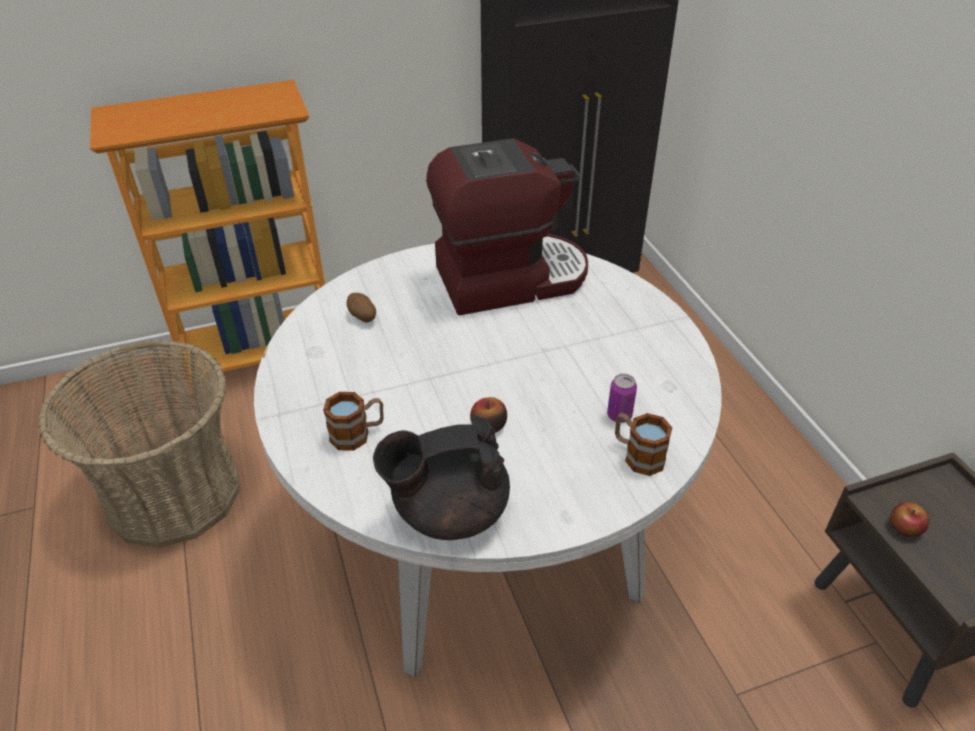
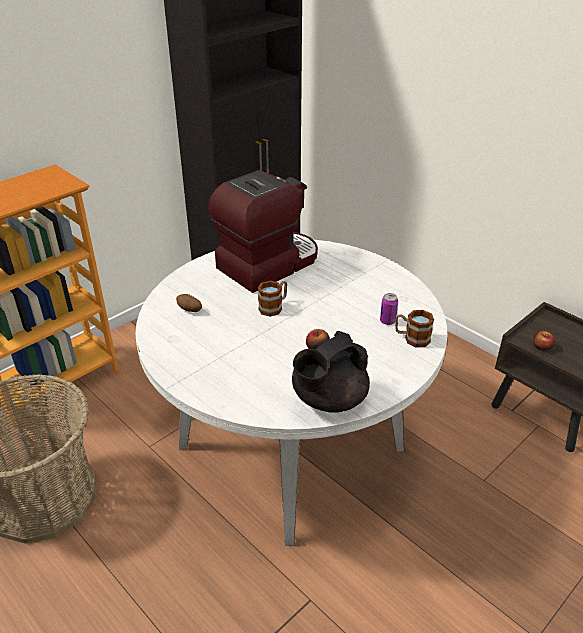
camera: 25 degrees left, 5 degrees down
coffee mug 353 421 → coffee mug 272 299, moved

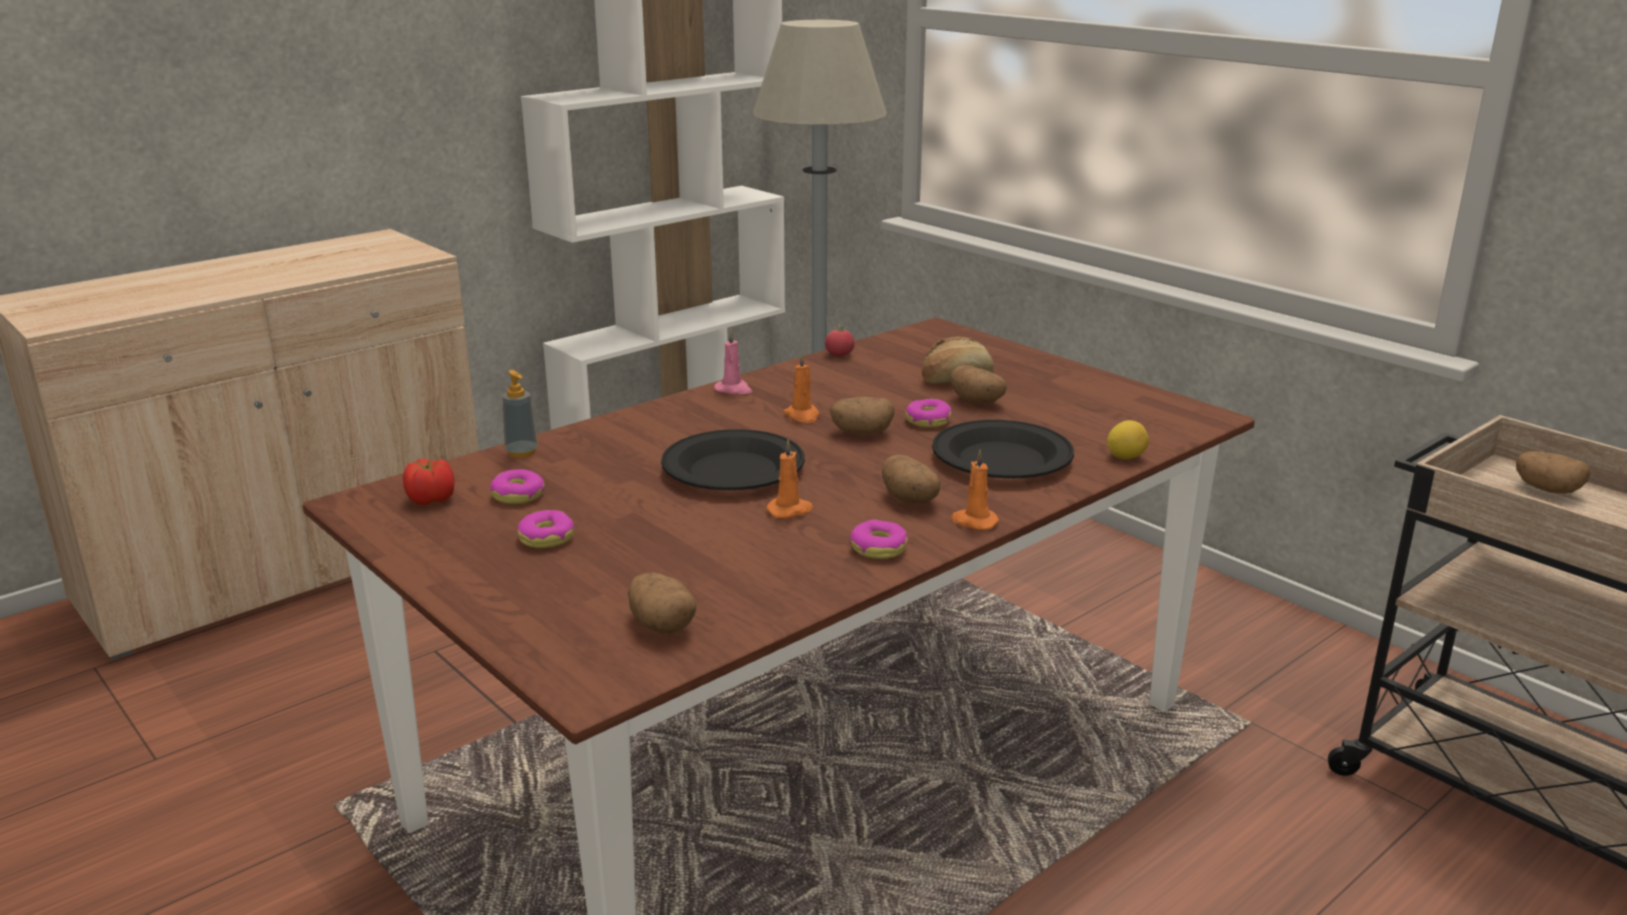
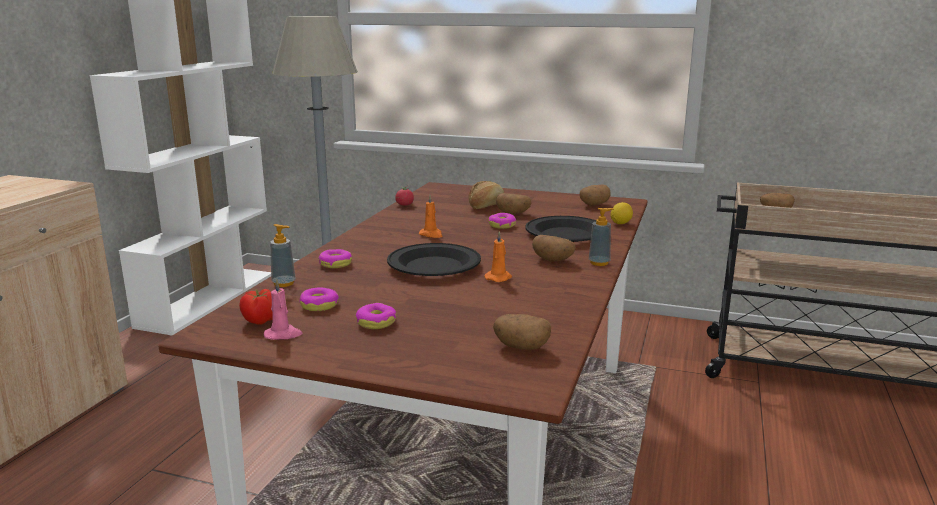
camera: 30 degrees left, 5 degrees down
wax candle in pink 733 362 → wax candle in pink 283 309, moved
whole potato 862 416 → whole potato 594 195, moved
wax candle in orangey 975 489 → soap dispenser 601 237
doughnut 879 539 → doughnut 335 258, moved

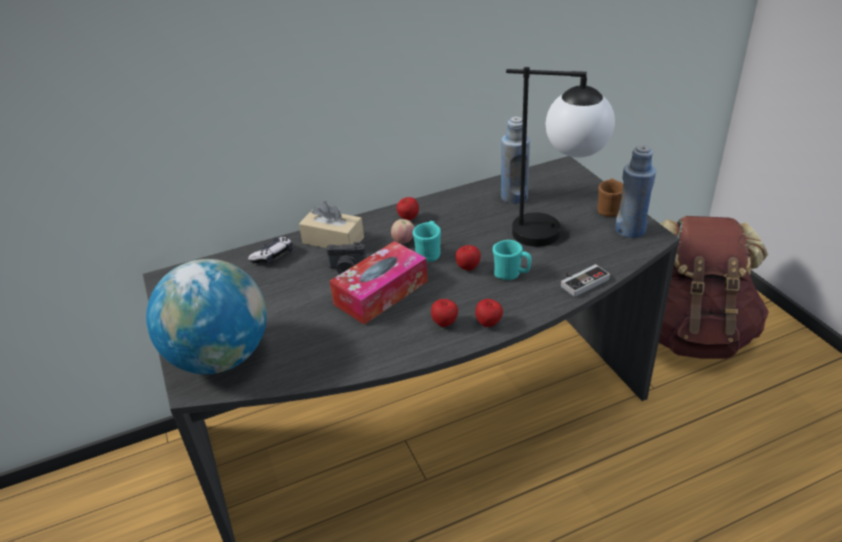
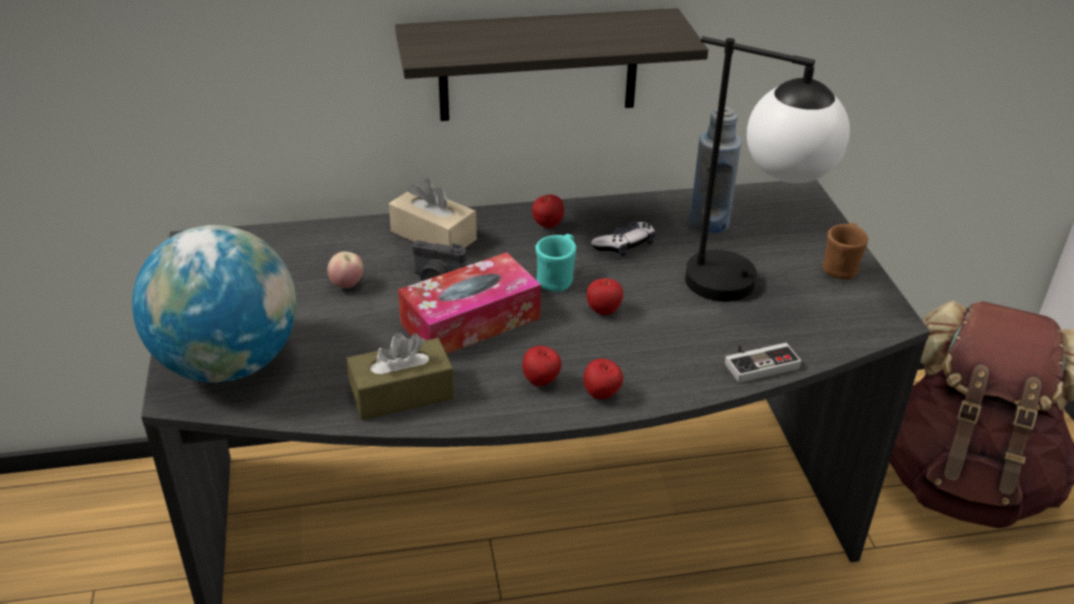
camera: 10 degrees right, 0 degrees up
drink bottle in bluish 635 191 → -
apple fruit 402 231 → apple fruit 345 269, moved
game controller 270 250 → game controller 623 239, moved
coffee mug in turquoise-coloured 512 260 → -
- → wall shelf 551 64
- → tissue holder in brown-coloured 400 376

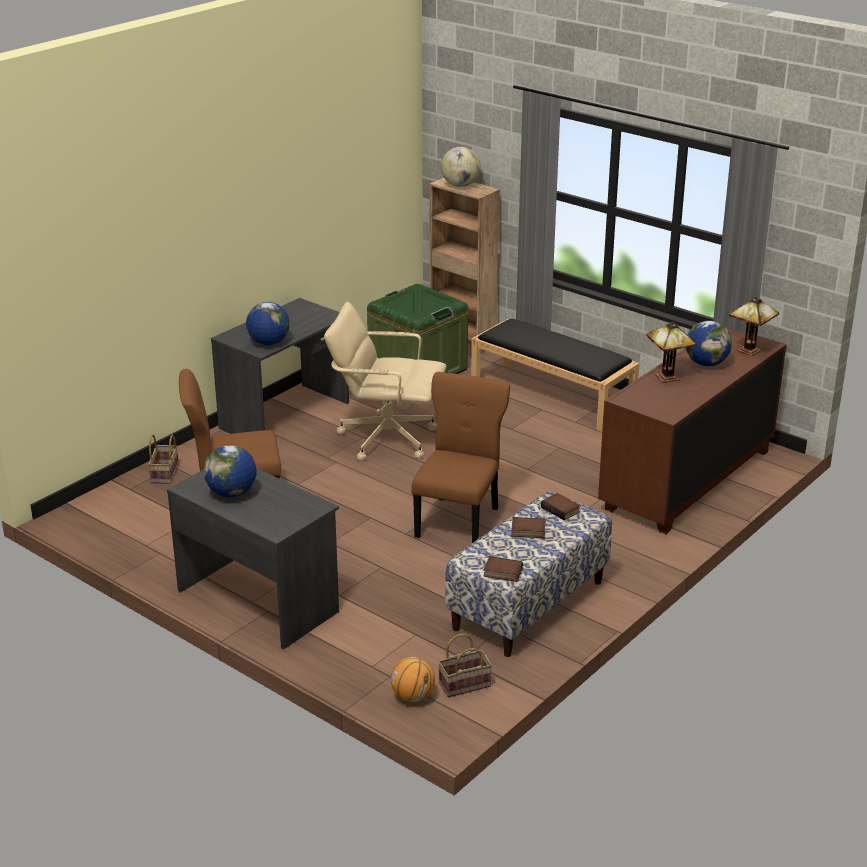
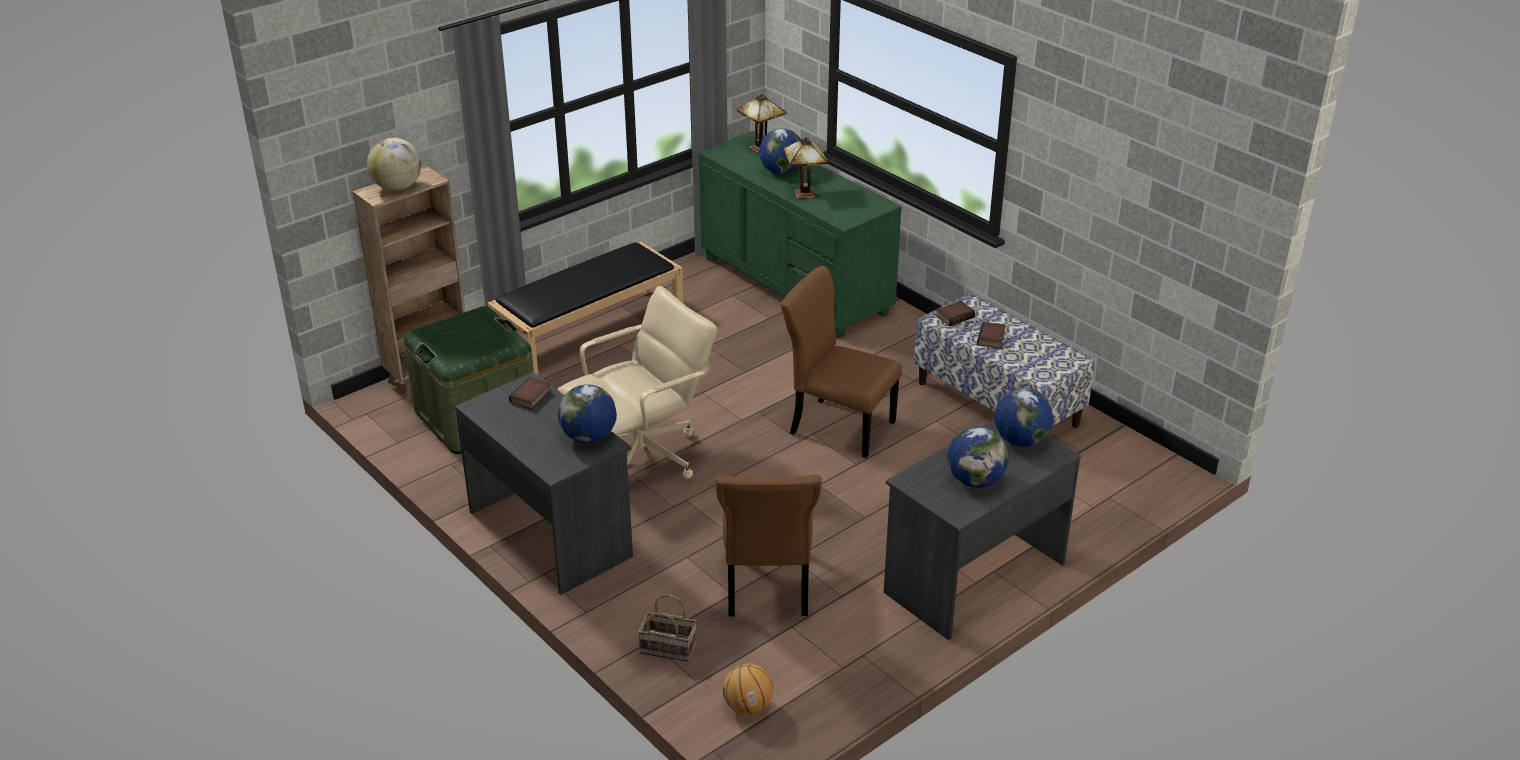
camera: 80 degrees left, 5 degrees up
office chair in beige-coloured 385 381 → office chair in beige-coloured 637 382, 150 degrees counterclockwise
drawer chest in brown-coloured 692 430 → drawer chest in green 800 235
bound book 503 569 → bound book 530 393, moved
storage basket 465 665 → -
basketball 413 679 → basketball 748 689, moved
- → globe 1024 417

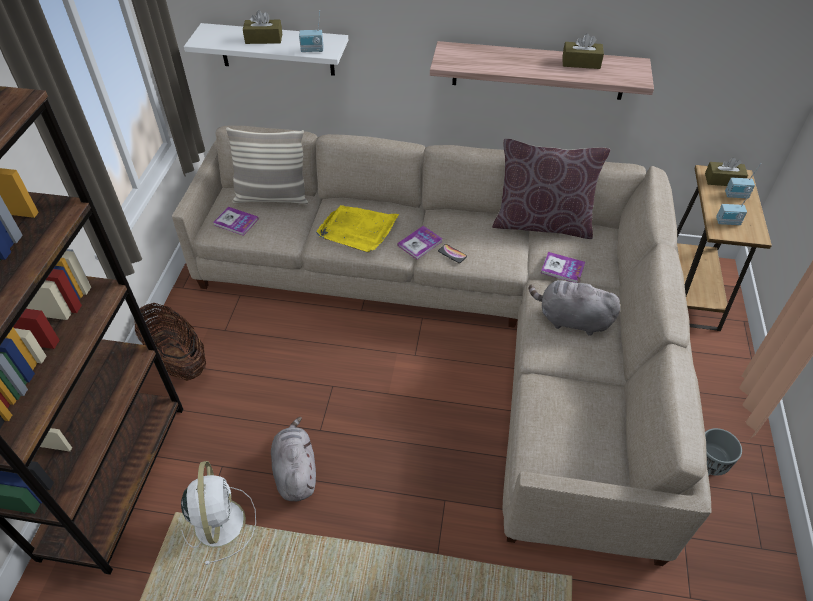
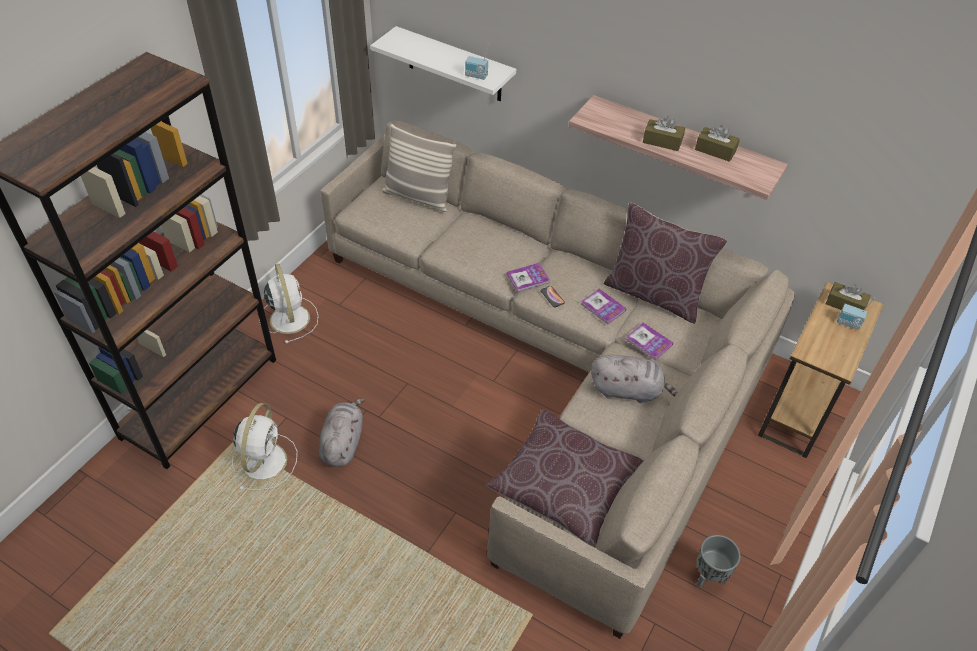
camera: 20 degrees right, 0 degrees up
tissue holder in brown-coloured 262 27 → tissue holder in brown-coloured 664 133, moved
radio set 734 207 → -
tray in yellow-coloured 357 228 → -
bound book 236 221 → bound book 604 307, moved
plush toy in grey 574 306 → plush toy in grey 634 379, 150 degrees clockwise
storage basket 170 342 → fan in whitish 288 303
- → throw pillow in brown-coloured 564 478

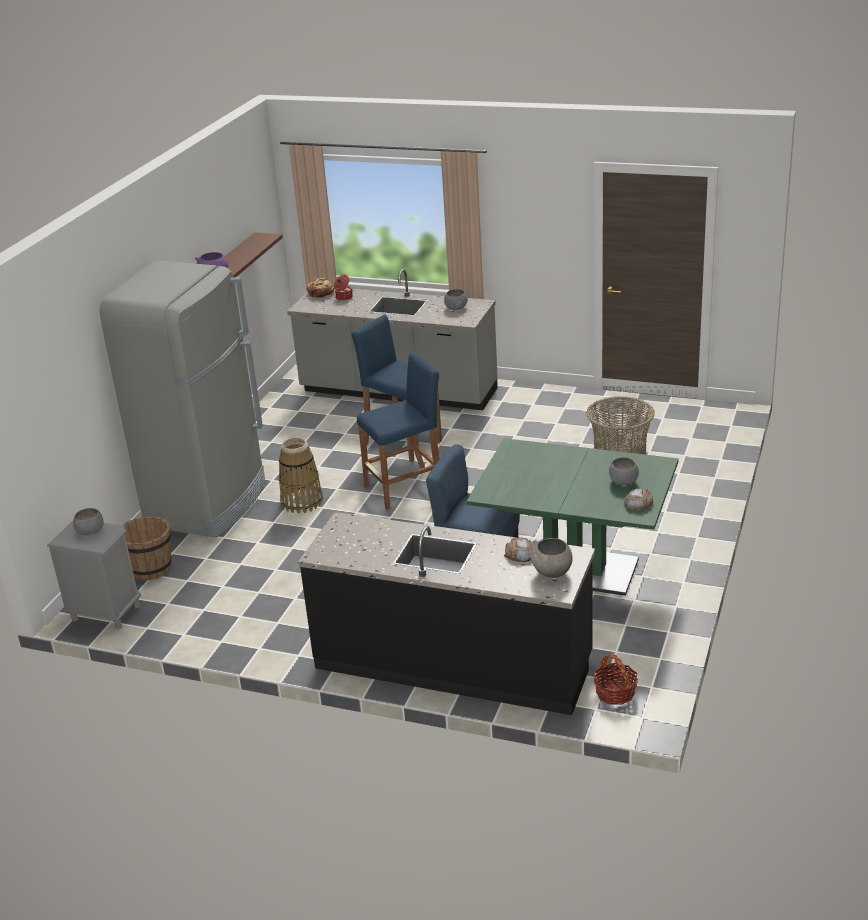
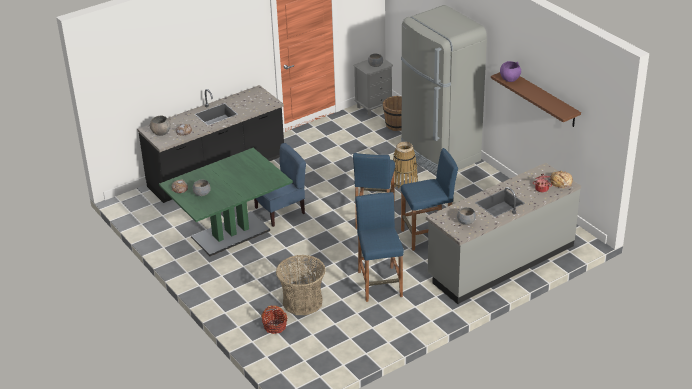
camera: 125 degrees right, 5 degrees up
storage basket 615 679 → storage basket 274 320, moved
- → stool seat in bluish 379 247

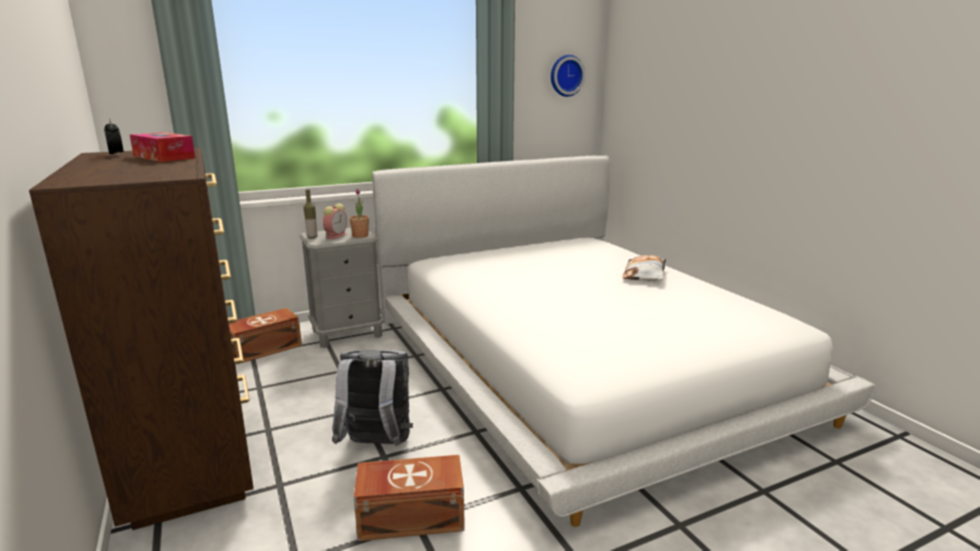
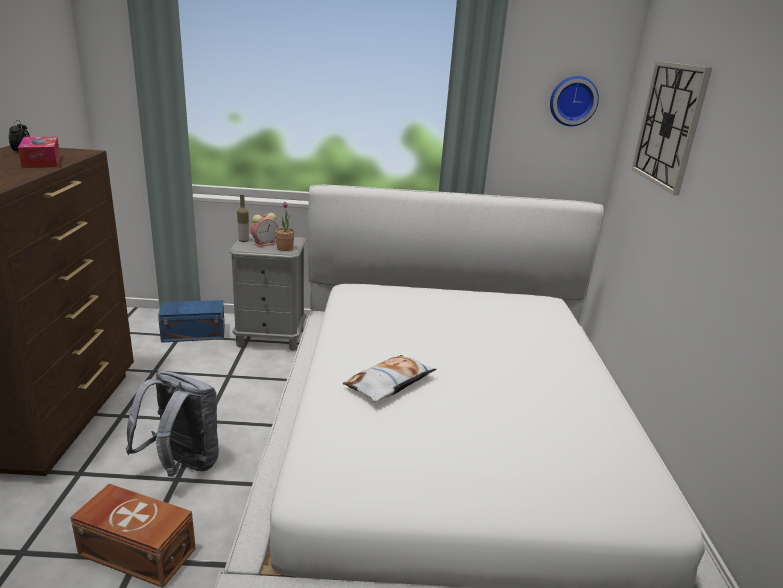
camera: 25 degrees right, 5 degrees up
throw pillow 644 268 → throw pillow 389 378, moved
storage container in brown-coloured 265 336 → storage container in bluish 191 321
- → clock on the wall 671 128

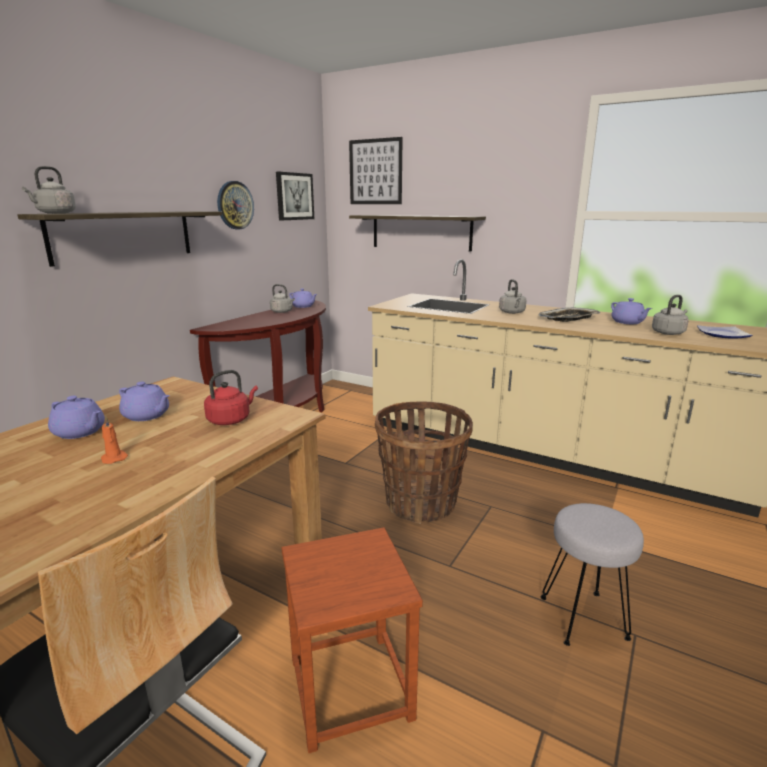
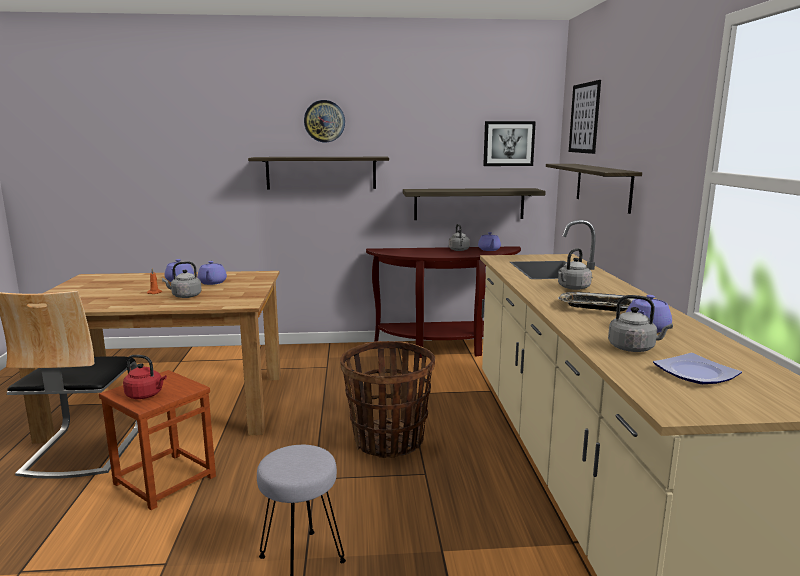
camera: 55 degrees right, 5 degrees down
water kettle in grey 49 190 → water kettle in grey 182 279, moved
clock on the wall 235 205 → clock on the wall 324 121, moved
water kettle in reddish 231 397 → water kettle in reddish 145 377, moved
- → wall shelf 474 204

